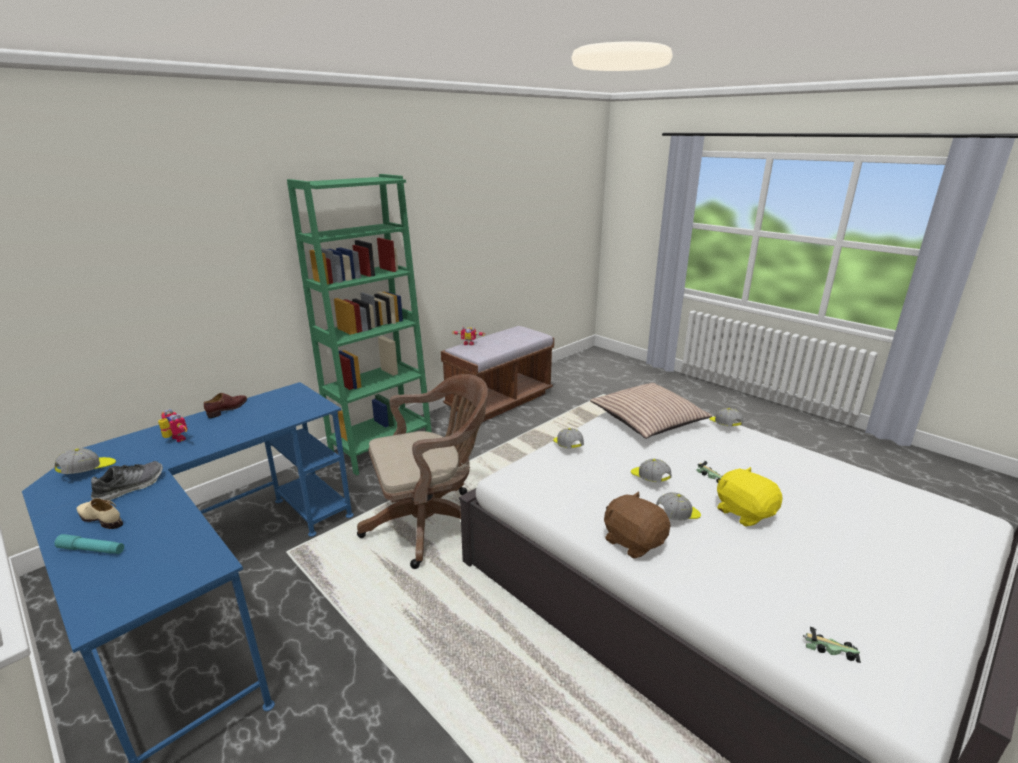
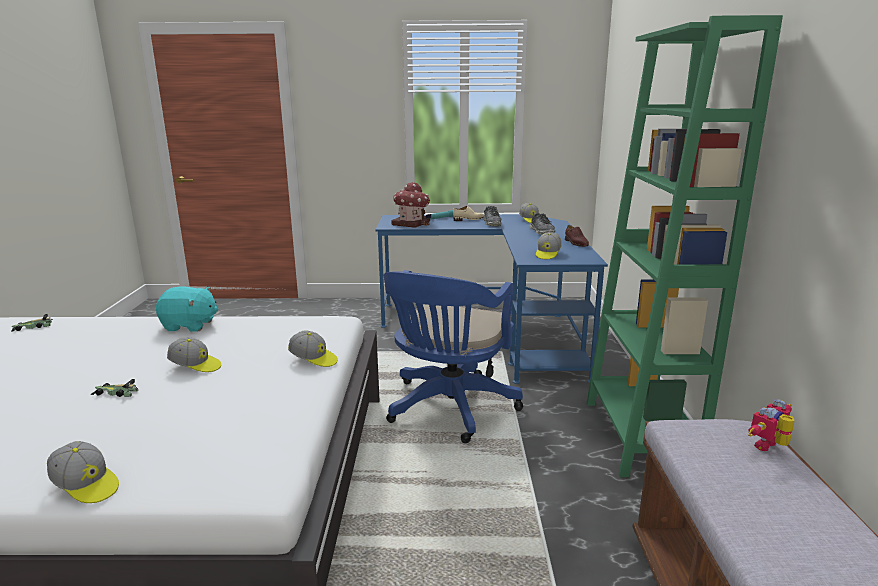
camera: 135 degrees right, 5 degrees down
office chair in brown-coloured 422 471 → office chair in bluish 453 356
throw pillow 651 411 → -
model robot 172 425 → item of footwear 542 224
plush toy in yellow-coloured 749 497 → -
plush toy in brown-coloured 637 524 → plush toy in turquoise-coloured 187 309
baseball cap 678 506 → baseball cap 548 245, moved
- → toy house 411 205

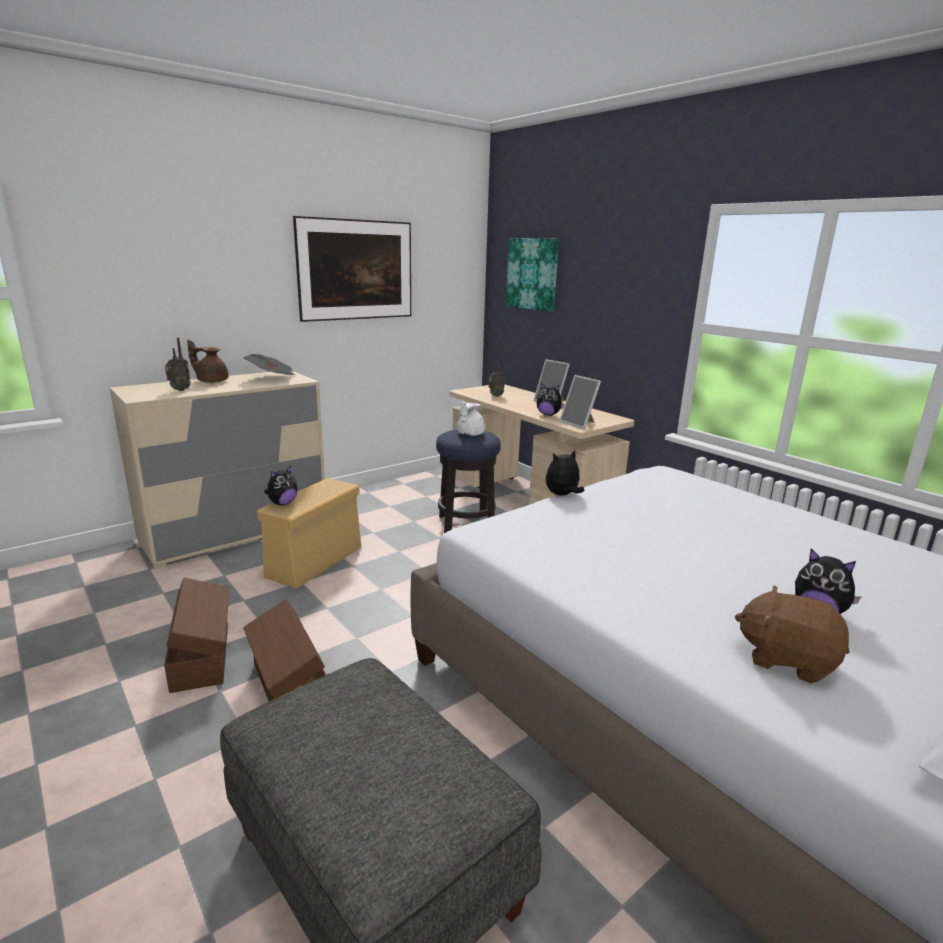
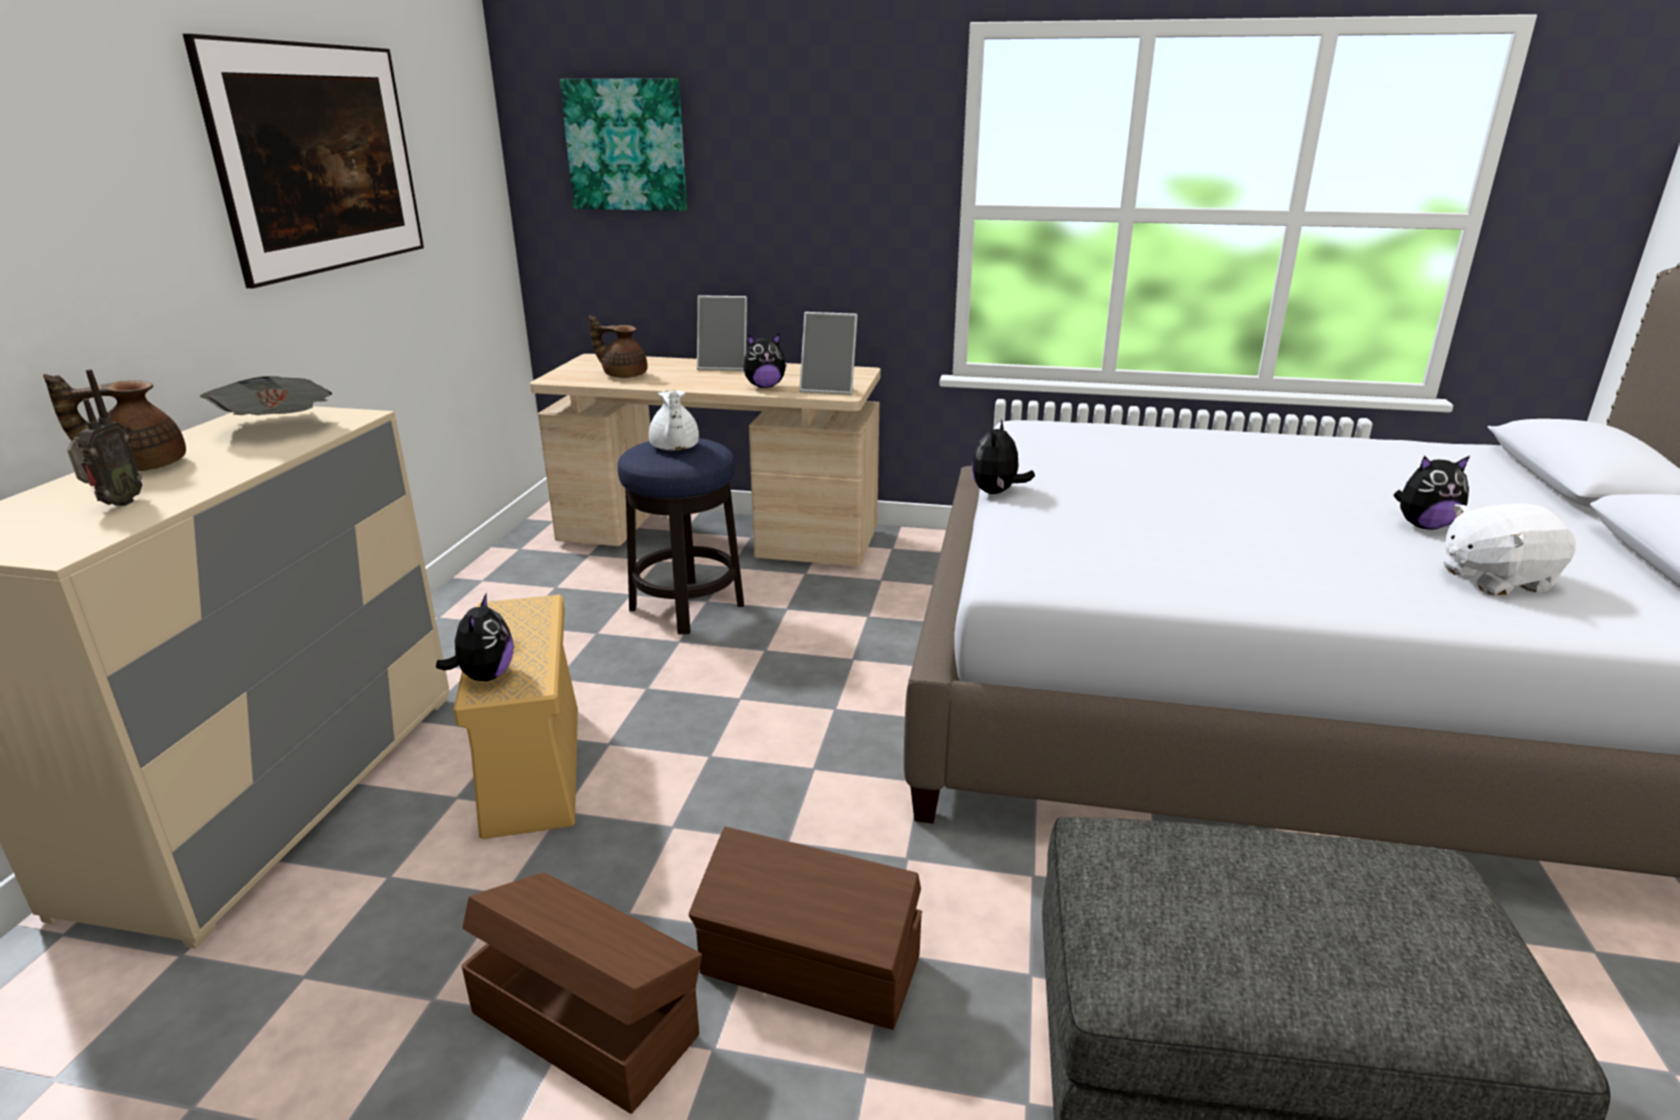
camera: 40 degrees left, 5 degrees up
radio set 497 377 → pot for tea in brown-coloured 618 346
plush toy in brown-coloured 792 634 → plush toy in whitish 1510 549

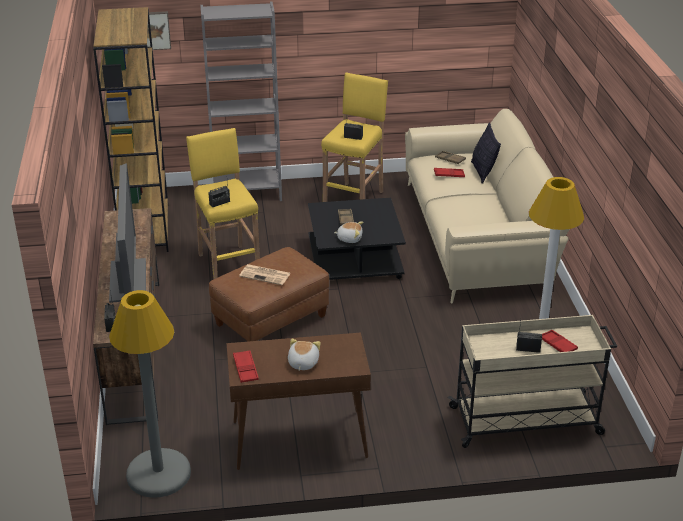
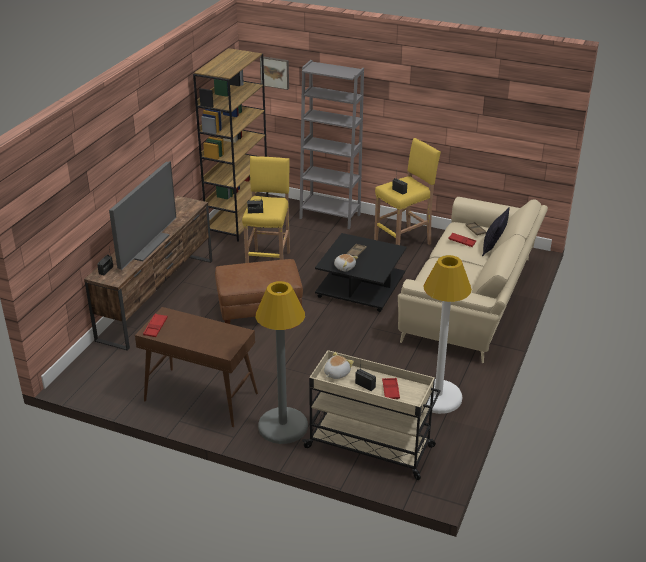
camera: 30 degrees right, 0 degrees up
printed paper 265 274 → -
standard lamp in grey 150 394 → standard lamp in grey 282 362, moved
plush toy 304 354 → plush toy 339 365, moved

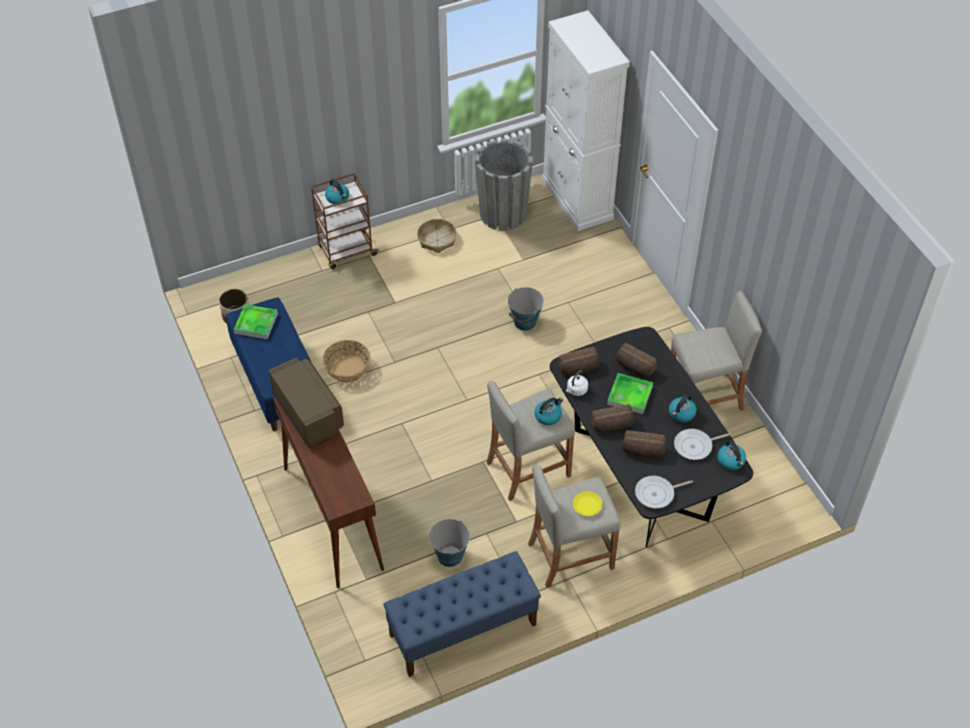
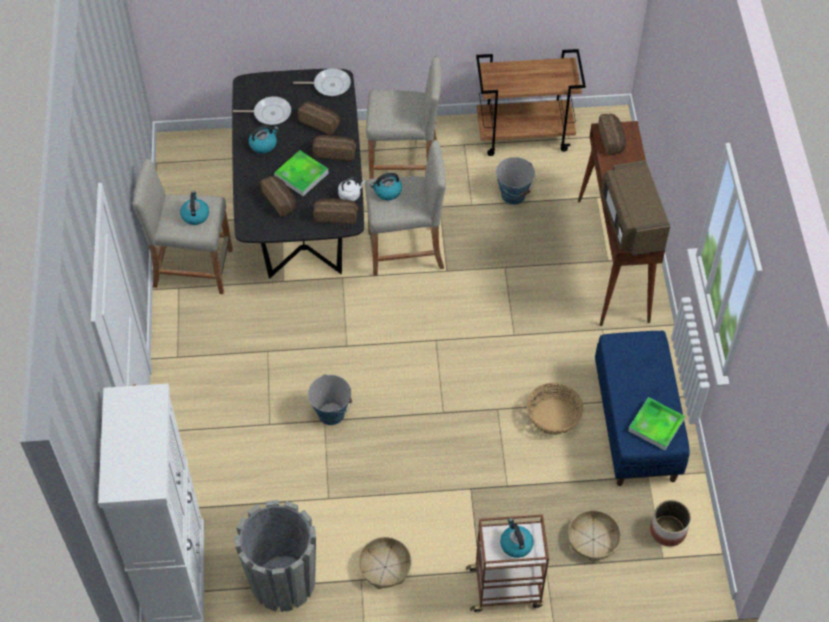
camera: 160 degrees left, 5 degrees up
water kettle 731 455 → water kettle 194 208, moved
plate in yellow-coloured 588 503 → -
long seat in bluish 462 614 → cart in brown-coloured 531 102
- → bakery bread 612 134
- → storage basket 594 536

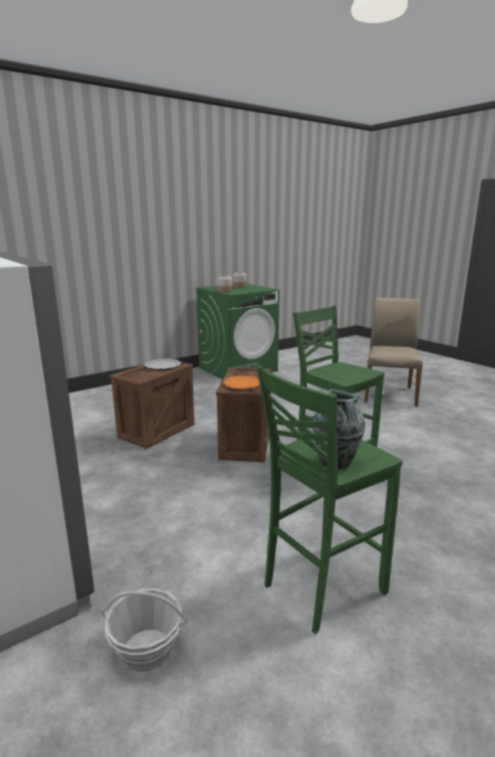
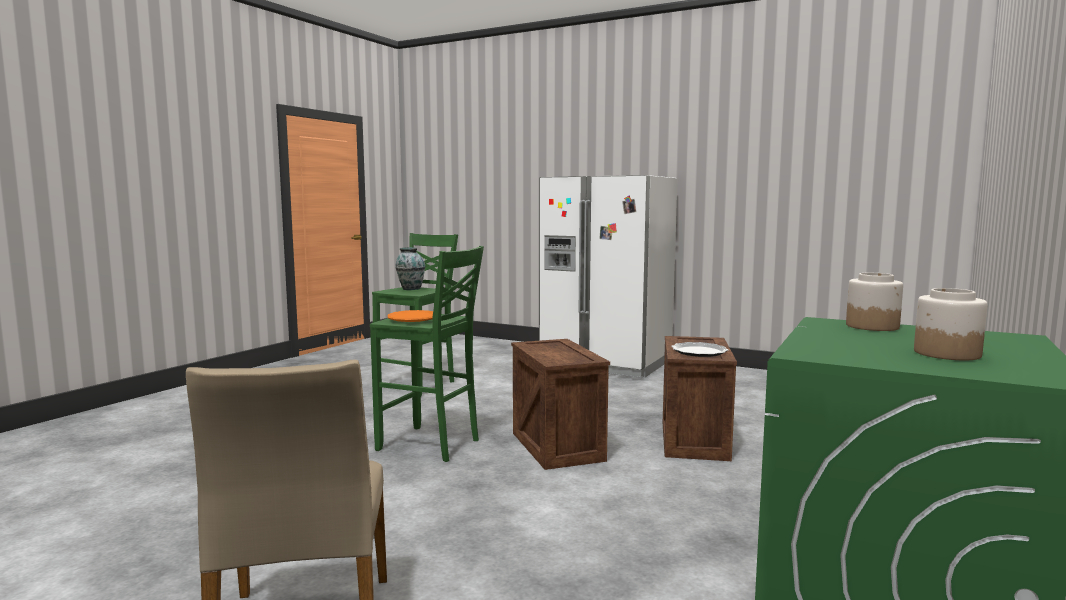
camera: 155 degrees right, 10 degrees down
plate in orangey 241 383 → plate in orangey 410 316, moved
storage basket 144 630 → -

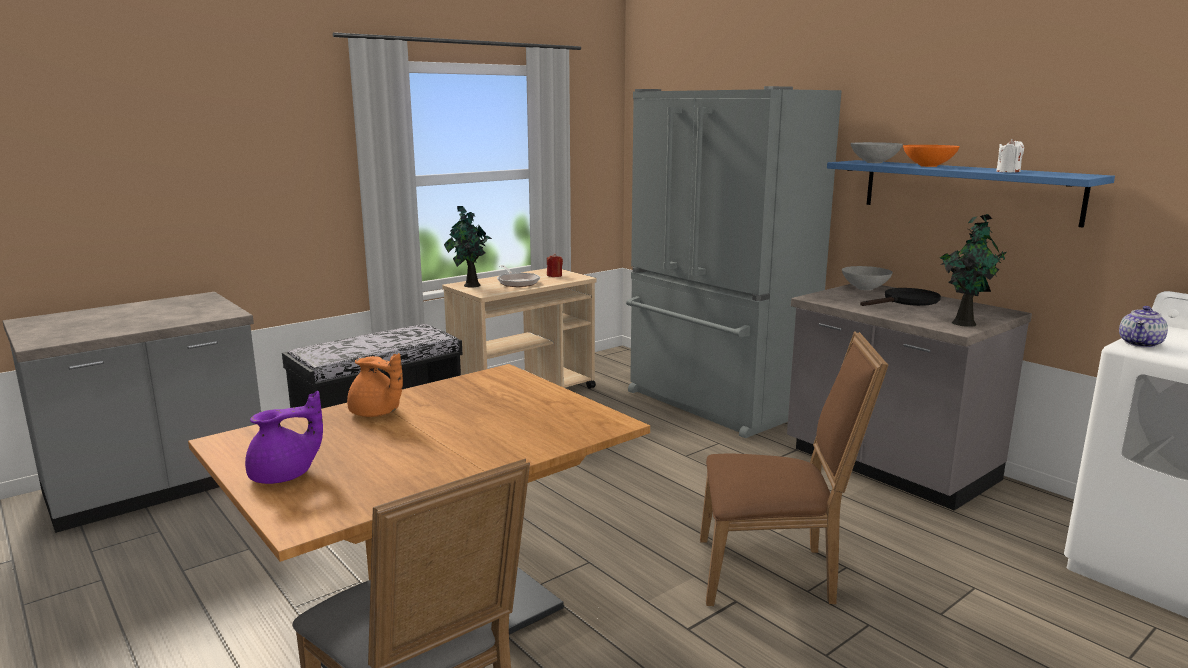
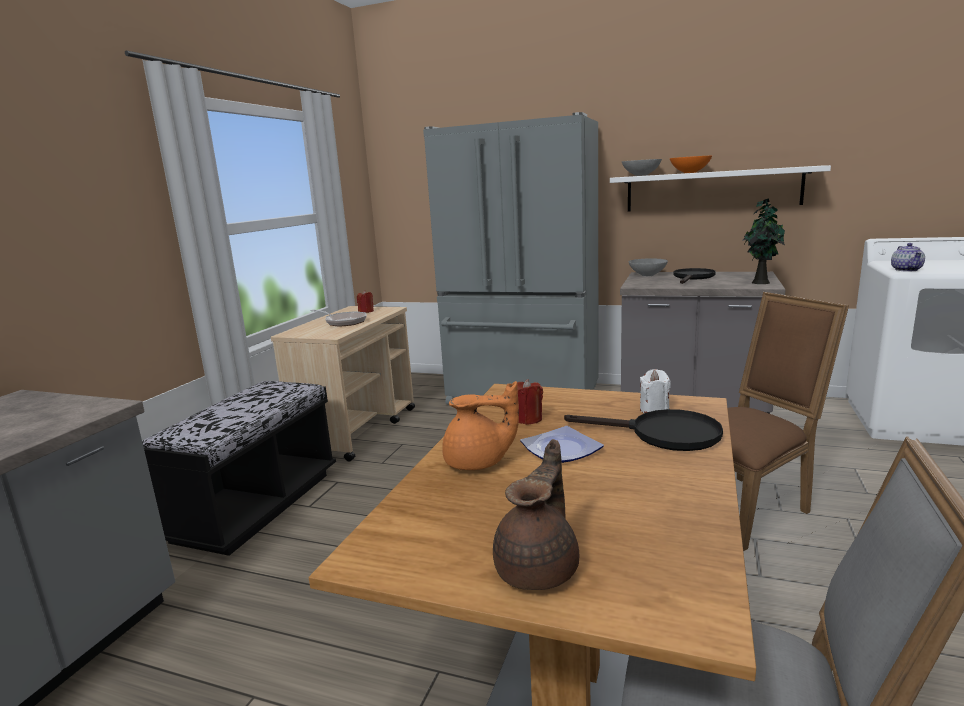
camera: 30 degrees left, 0 degrees up
wax candle in whitish 1010 155 → wax candle in whitish 655 391, moved
wall shelf in bluish 971 194 → wall shelf in whitish 720 188
houseplant 468 247 → -
pot for tea in purple-coloured 284 437 → pot for tea in brown-coloured 536 514
- → wax candle in reddish 530 402
- → frying pan in black-coloured 643 430
- → plate 562 444

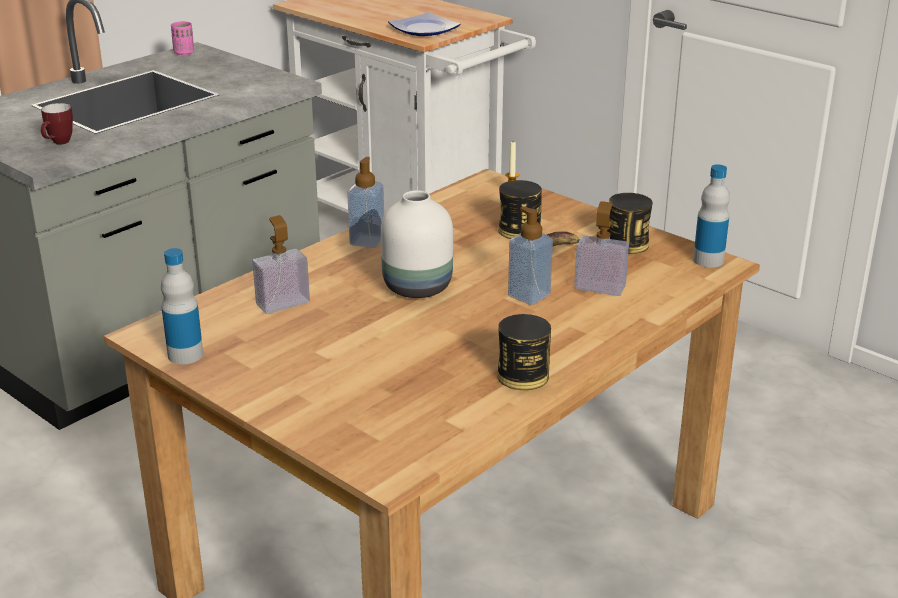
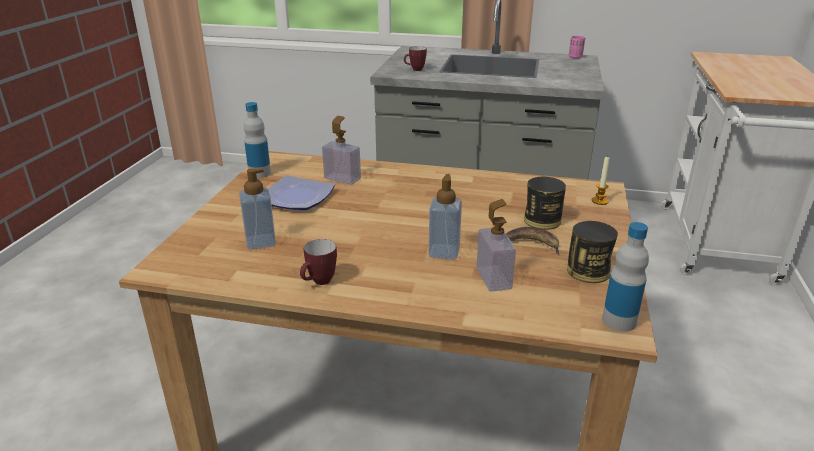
camera: 60 degrees right, 0 degrees up
plate 424 24 → plate 301 192, moved
soap dispenser 365 202 → soap dispenser 257 209, moved
decorative vase in whitish 417 244 → -
can 524 352 → coffee mug 318 262

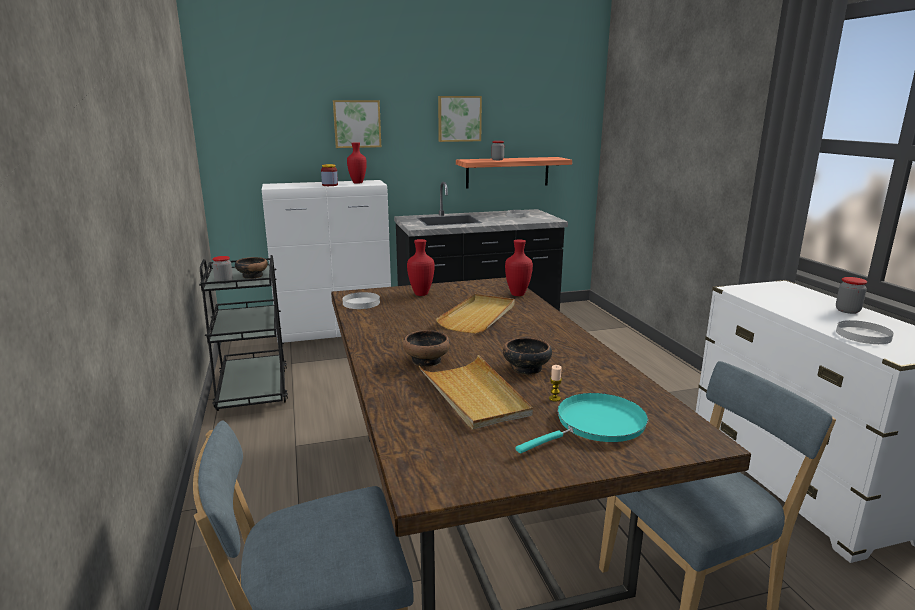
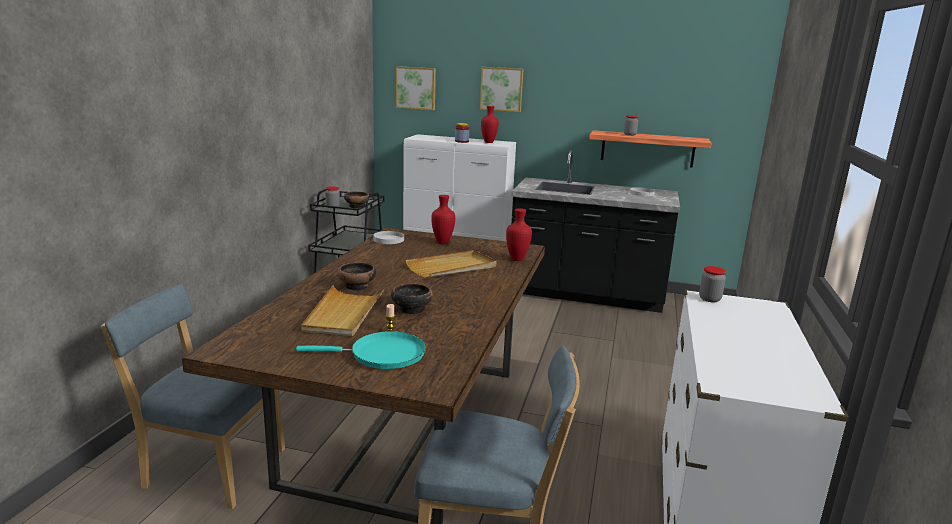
camera: 30 degrees right, 0 degrees up
wall art 460 119 → wall art 416 88, moved
jar 851 295 → jar 712 284, moved
plate in whitish 865 332 → -

